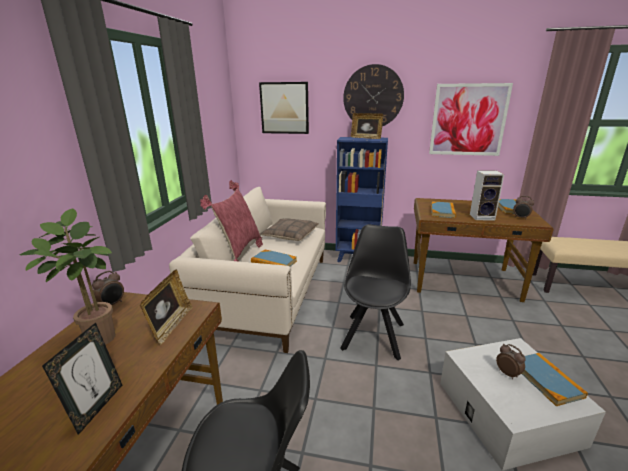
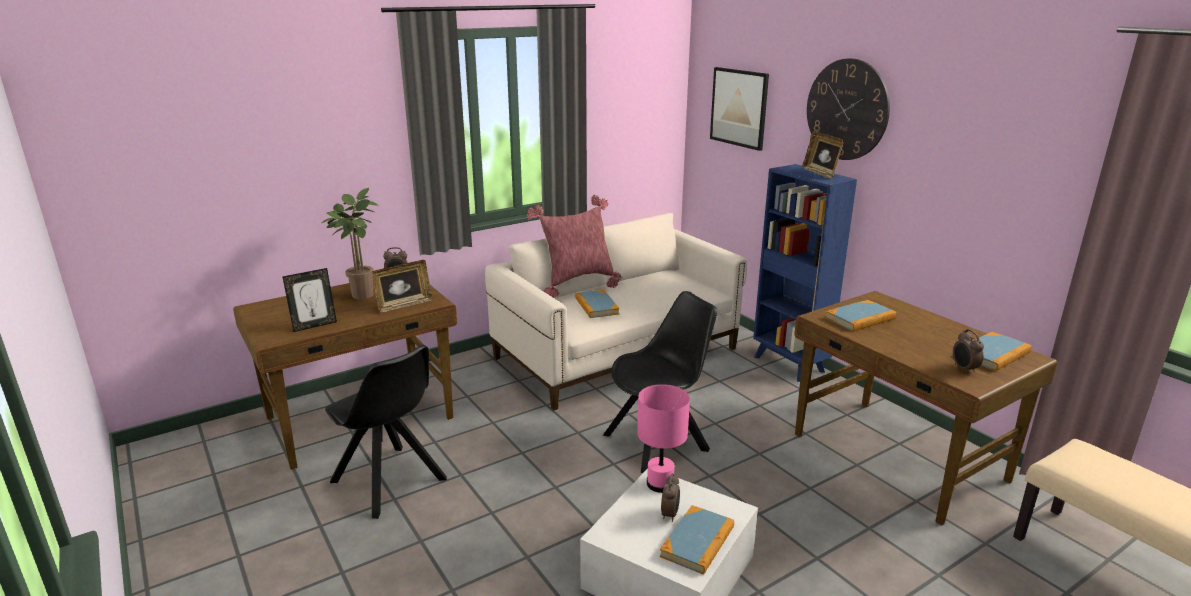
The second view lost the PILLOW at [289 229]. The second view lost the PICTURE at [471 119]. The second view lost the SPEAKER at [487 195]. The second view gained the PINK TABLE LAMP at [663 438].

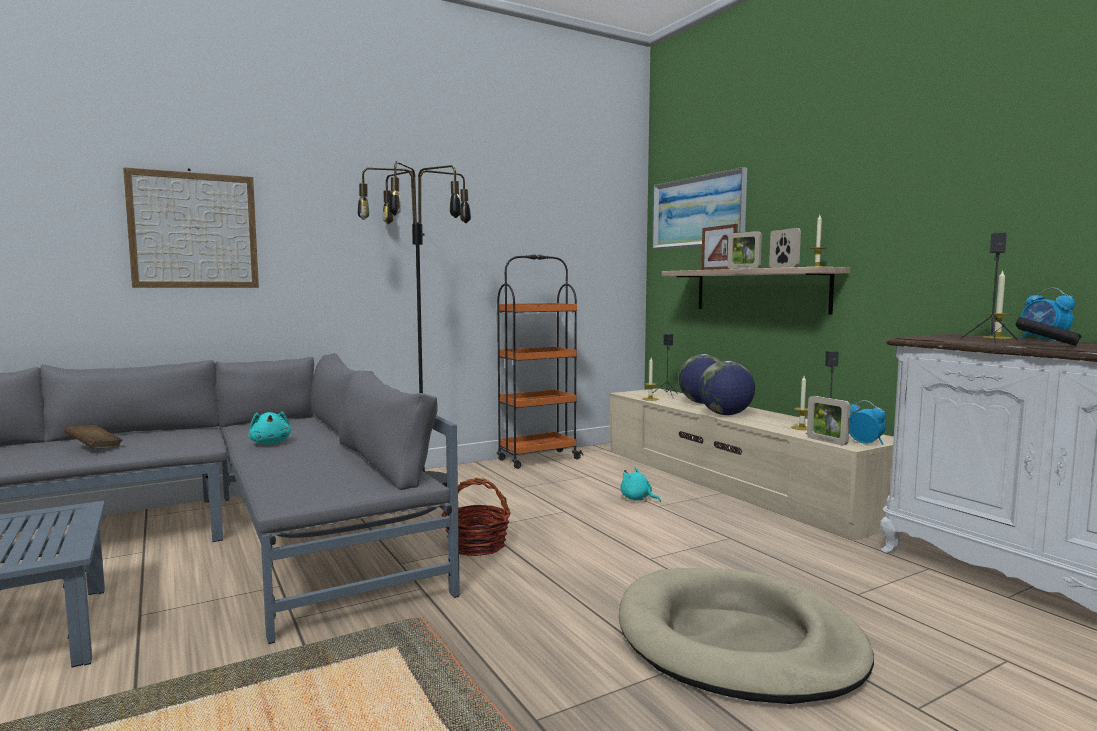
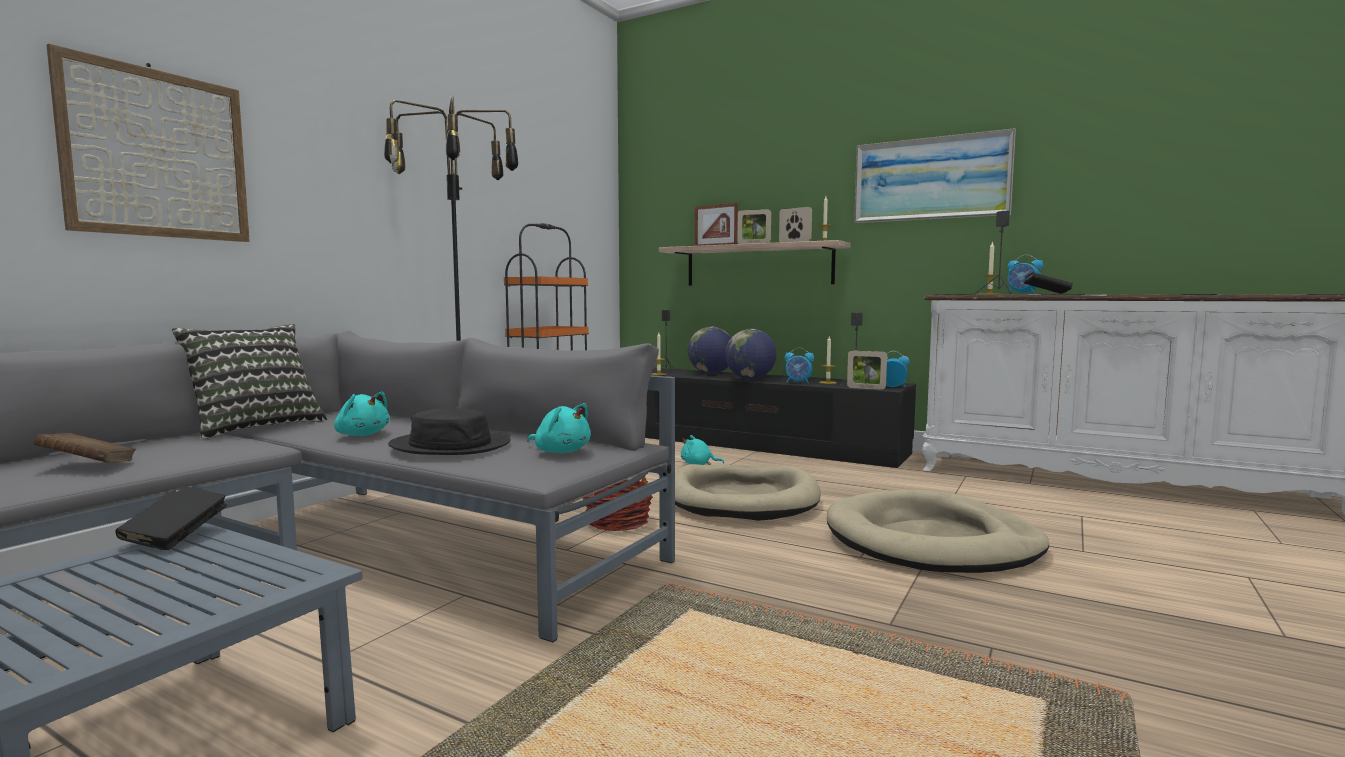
What was the BEIGE TV STAND at [752 464] turned into the BLACK TV STAND at [780 418]. The PICTURE ended up elsewhere, having gone from [699 208] to [935 175]. The second view gained the BLACK BOOK at [171 518]. The second view gained the PILLOW at [249 381]. The second view gained the BLACK HAT at [449 431]. The second view gained the TURQUOISE PLUSH TOY at [559 428]. The second view gained the BEIGE DOG BED at [748 492]. The second view gained the ALARM CLOCK at [799 365].

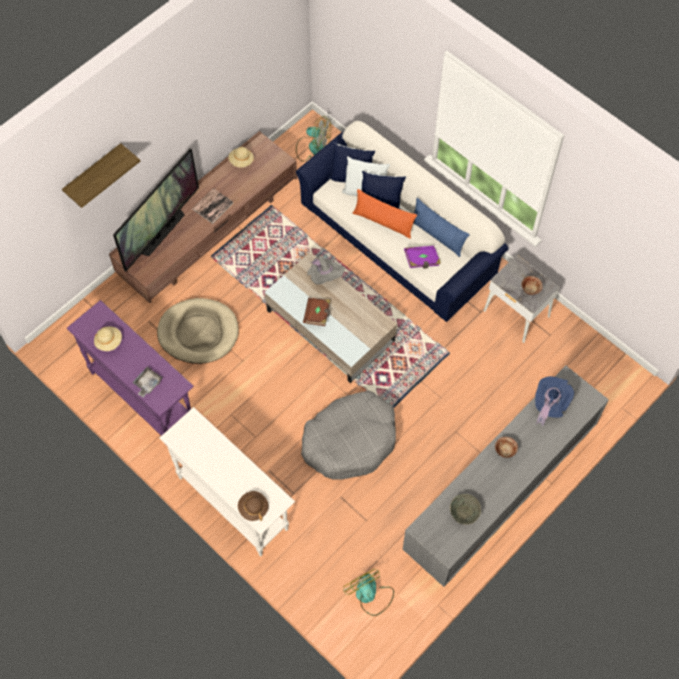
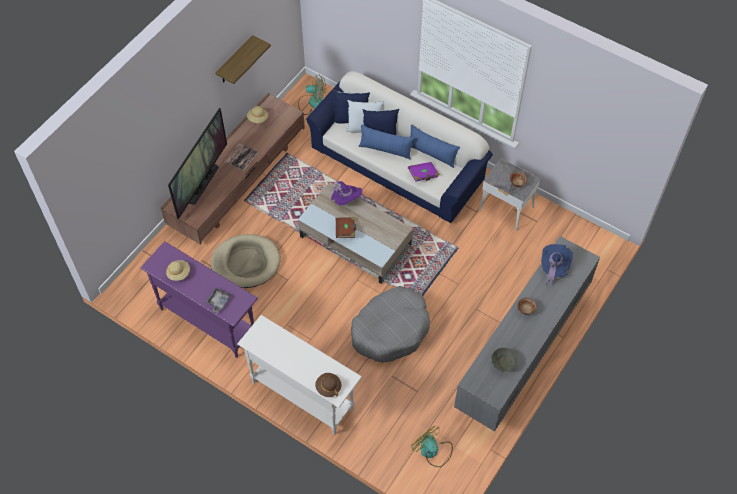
The SHELF ended up elsewhere, having gone from [101 175] to [243 59]. What was the GREY HAT at [325 270] turned into the PURPLE HAT at [346 193]. What was the ORANGE PILLOW at [385 214] turned into the BLUE PILLOW at [386 142].

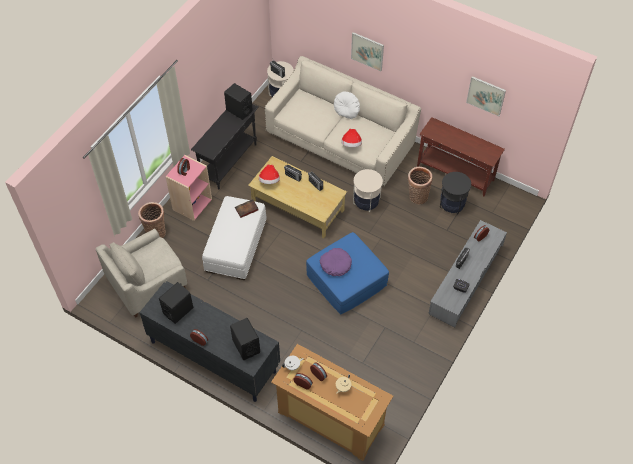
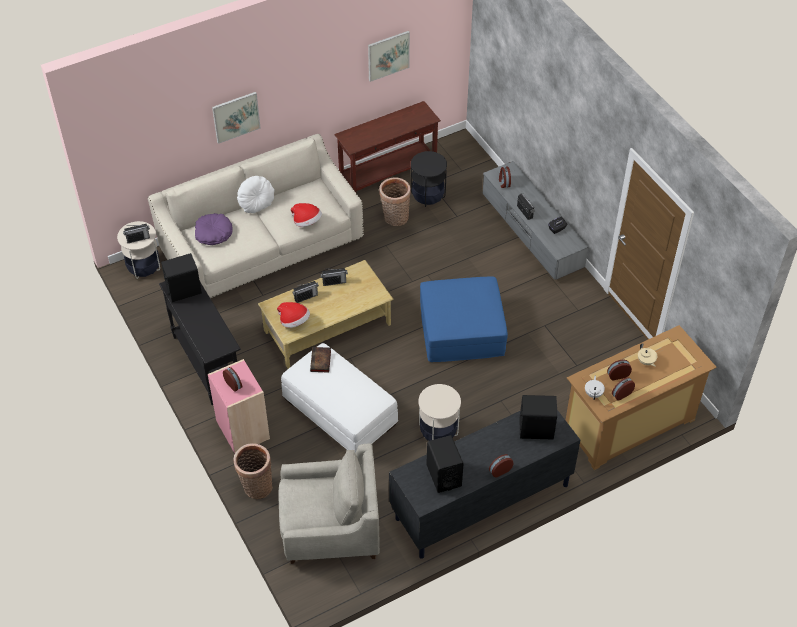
The BEIGE ARMCHAIR at [141 273] ended up facing another way, 90 degrees counterclockwise from before. The PURPLE PILLOW ended up elsewhere, having gone from [336 262] to [214 229]. The BEIGE SIDE TABLE ended up elsewhere, having gone from [368 190] to [439 412].

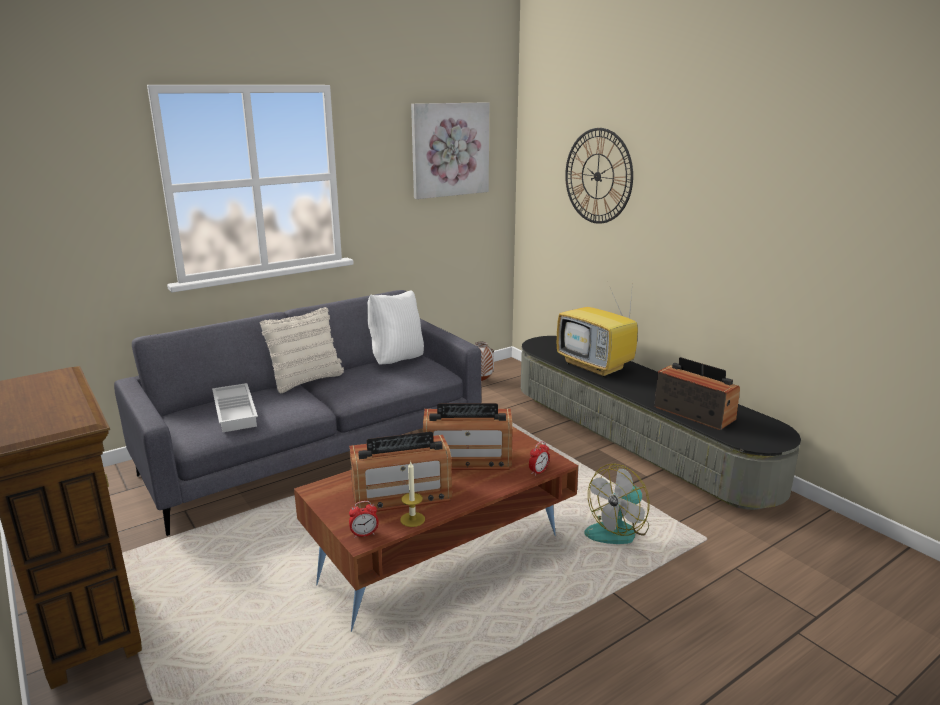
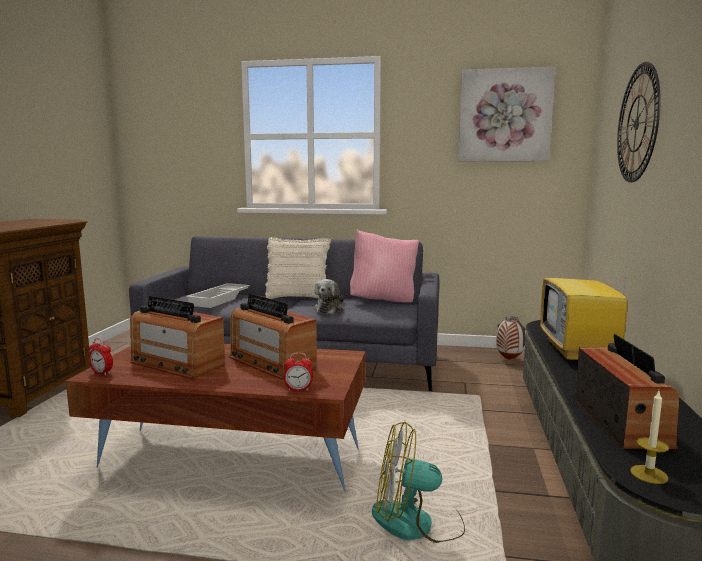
What was the WHITE PILLOW at [395 328] turned into the PINK PILLOW at [384 266]. The CANDLE ended up elsewhere, having gone from [412 493] to [649 437]. The second view gained the PLUSH TOY at [329 296].

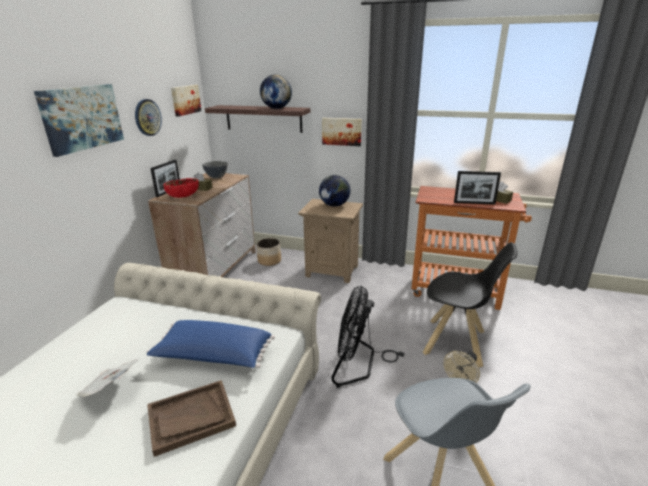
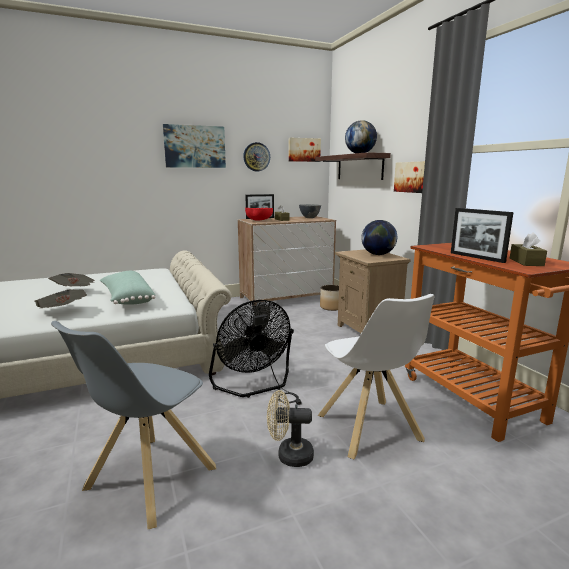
What was the BLUE PILLOW at [211 344] turned into the GREEN PILLOW at [127 288]. Where the BROWN TRAY stood at [191 418], the NEWSPAPER came to stand at [61 298]. What was the BLACK CHAIR at [470 305] turned into the WHITE CHAIR at [376 376].

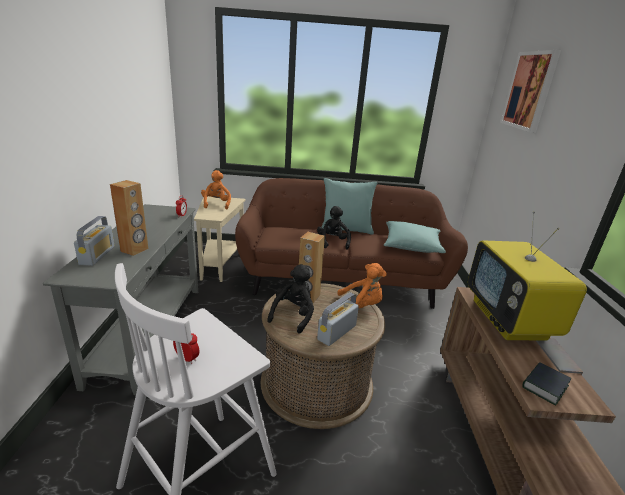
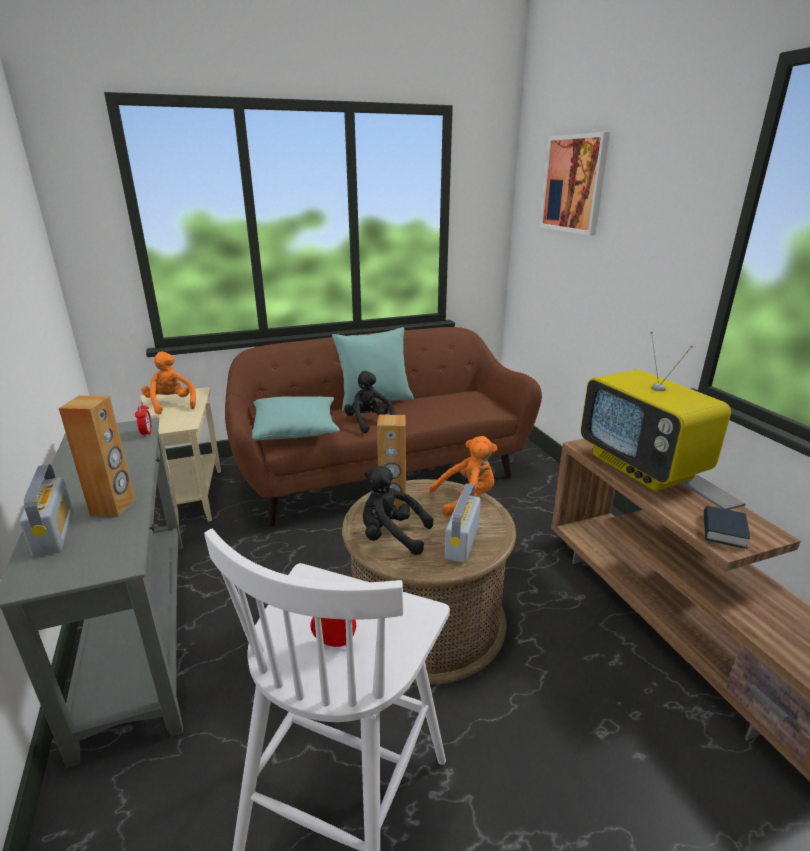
The BLACK PLUSH TOY at [290 299] ended up facing another way, 75 degrees counterclockwise from before. The TURQUOISE PILLOW ended up elsewhere, having gone from [415 237] to [296 418].

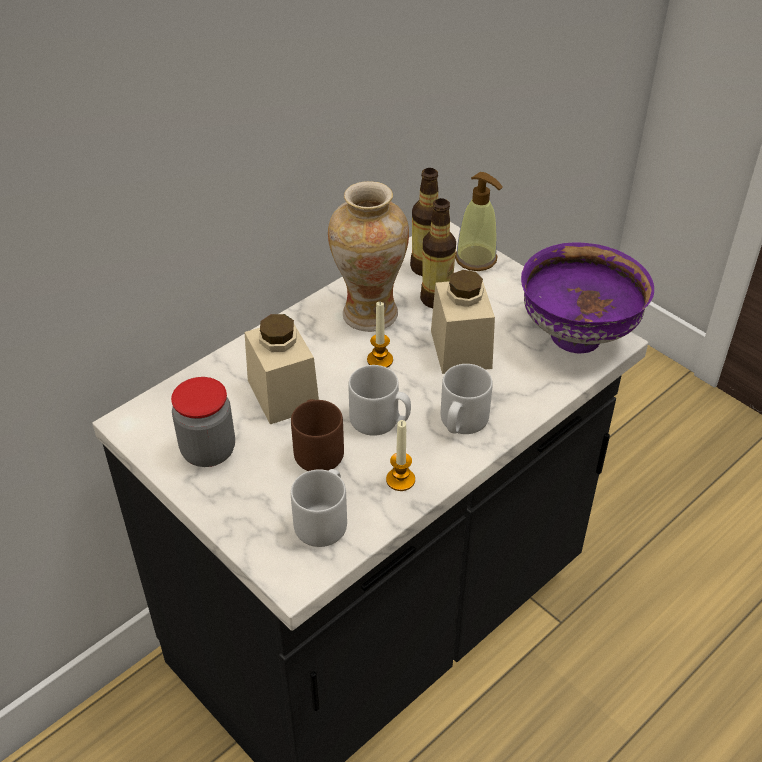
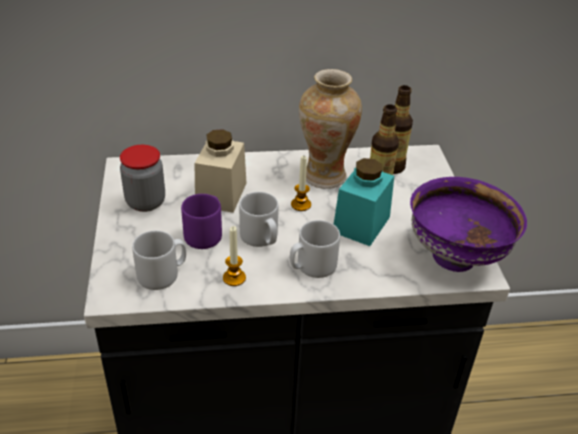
What was the BROWN MUG at [317 435] turned into the PURPLE MUG at [201 221]. What was the BEIGE JAR at [463 322] turned into the TURQUOISE JAR at [364 202]. The second view lost the SOAP DISPENSER at [479 221].

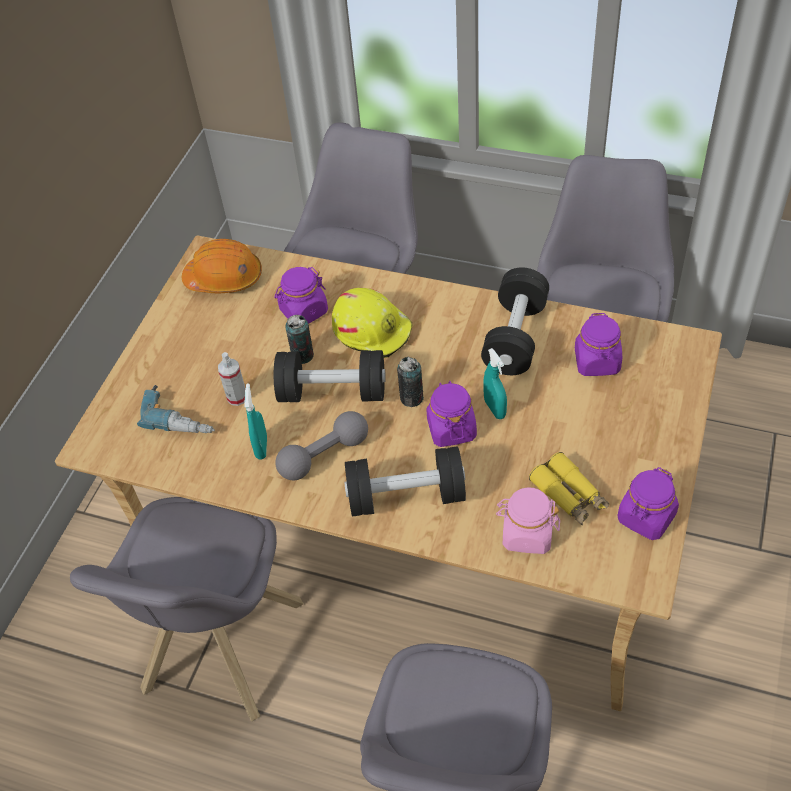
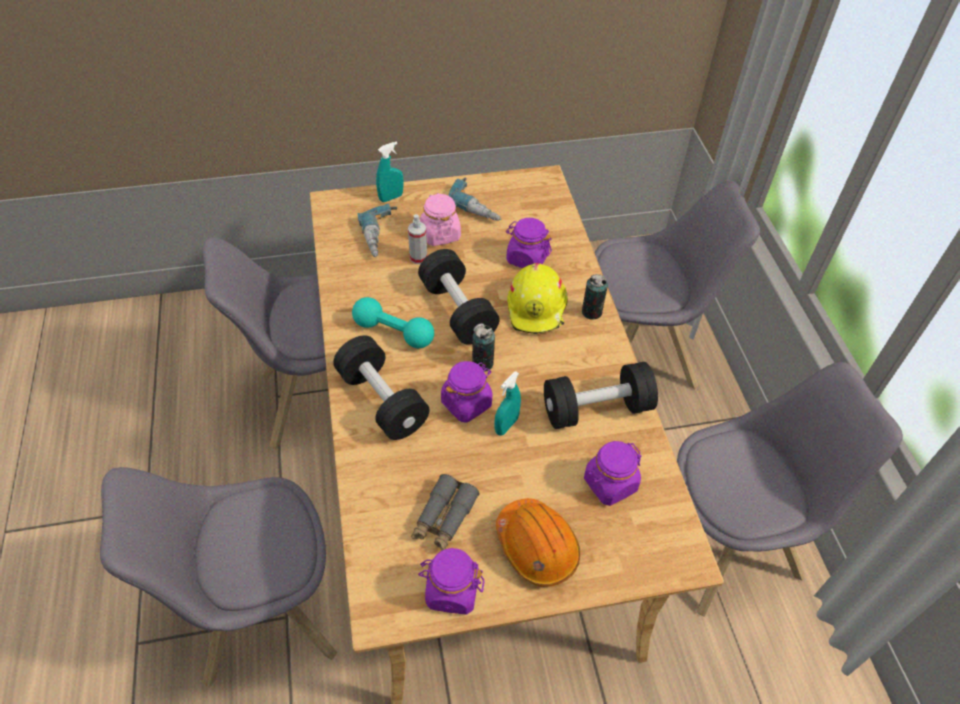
The ORANGE HARD HAT ended up elsewhere, having gone from [222 266] to [538 542]. The TURQUOISE SPRAY BOTTLE ended up elsewhere, having gone from [256 421] to [390 171]. What was the GREY DUMBBELL at [321 445] turned into the TURQUOISE DUMBBELL at [393 322]. The CAN ended up elsewhere, having gone from [299 339] to [595 297]. The PINK JAR ended up elsewhere, having gone from [528 520] to [440 219]. What was the YELLOW BINOCULARS at [569 488] turned into the GREY BINOCULARS at [445 512]. The second view gained the POWER DRILL at [475 199].

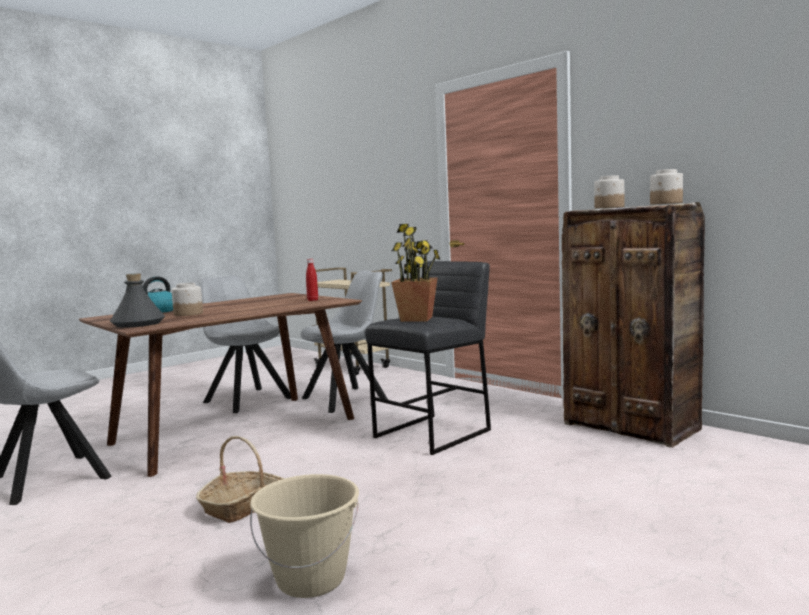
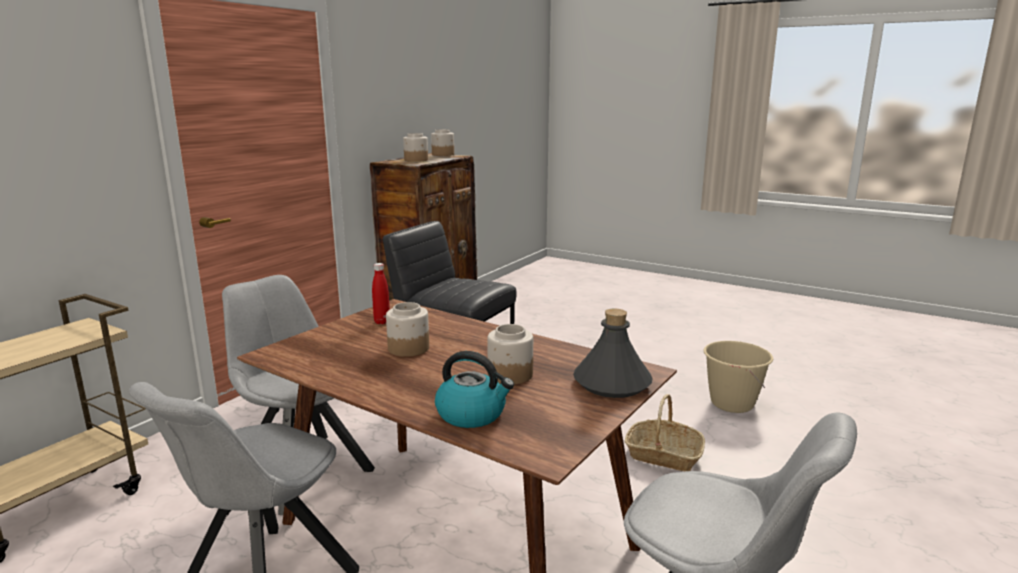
The second view lost the POTTED PLANT at [416 273]. The second view gained the JAR at [407 329].

